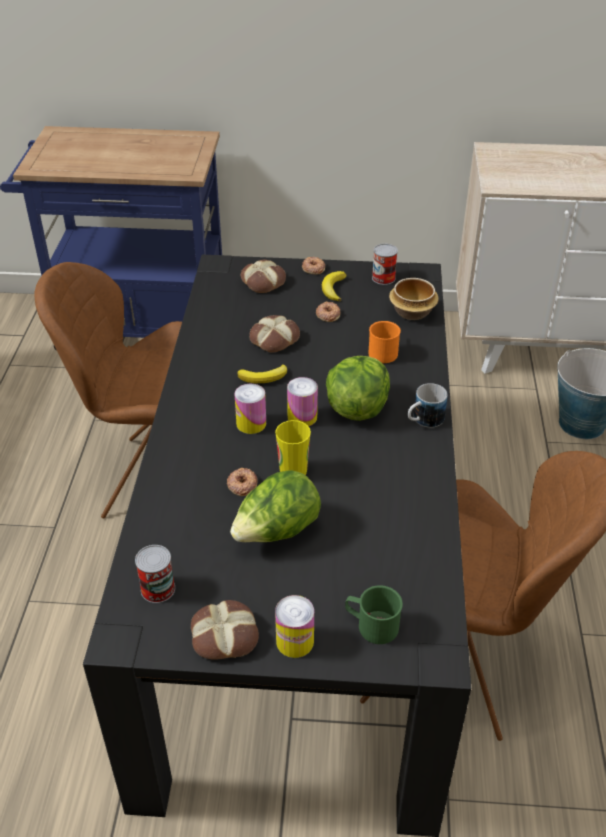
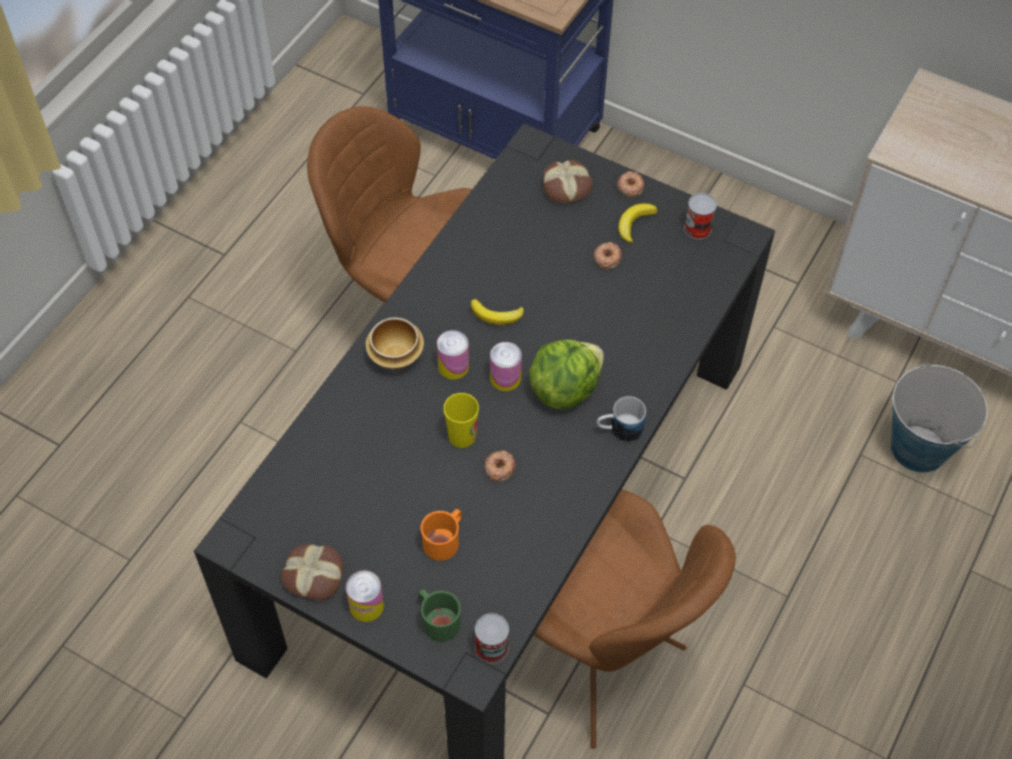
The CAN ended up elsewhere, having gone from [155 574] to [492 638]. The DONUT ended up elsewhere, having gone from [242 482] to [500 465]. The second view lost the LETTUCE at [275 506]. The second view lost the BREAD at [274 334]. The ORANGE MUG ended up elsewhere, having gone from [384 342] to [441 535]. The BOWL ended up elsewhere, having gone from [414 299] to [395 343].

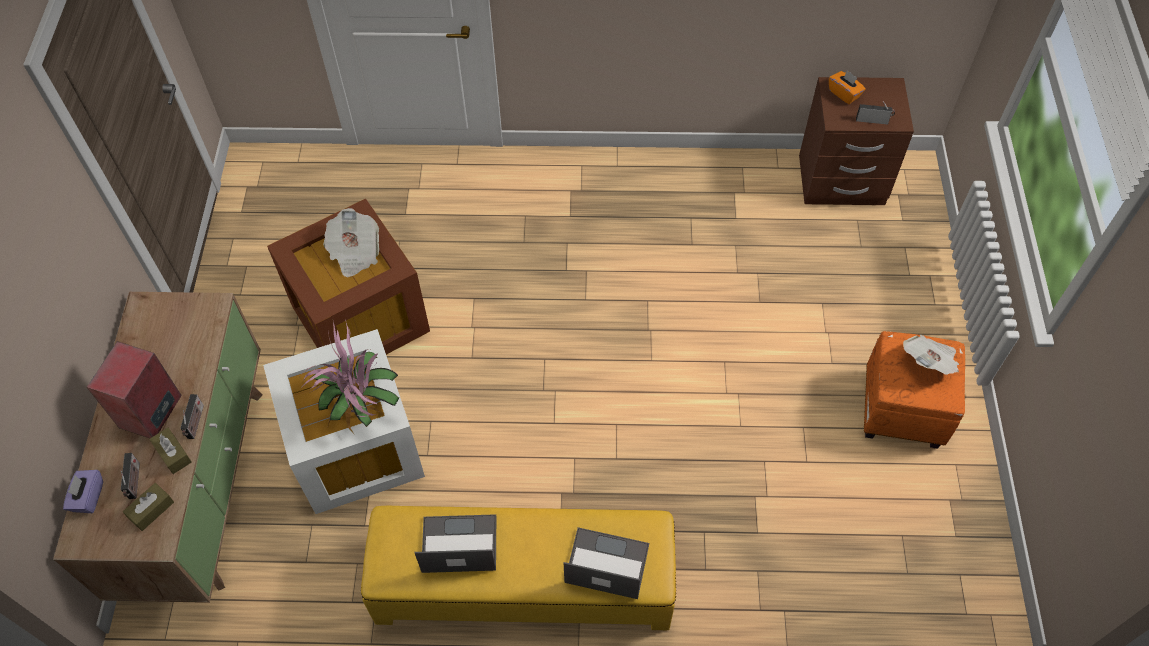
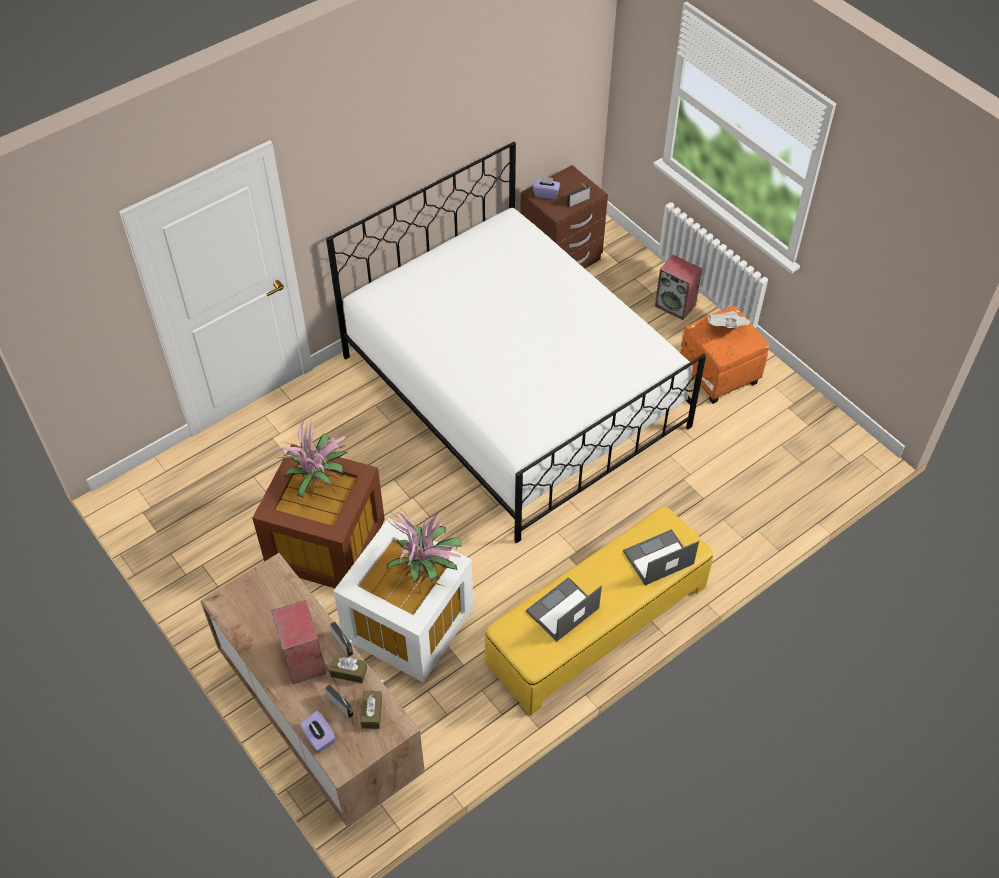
Where the NEWSPAPER stood at [351 242], the POTTED PLANT came to stand at [310 462]. What was the ORANGE TISSUE BOX at [847 87] turned into the PURPLE TISSUE BOX at [546 187]. The second view gained the WHITE BED at [516 343]. The second view gained the SPEAKER at [678 287].

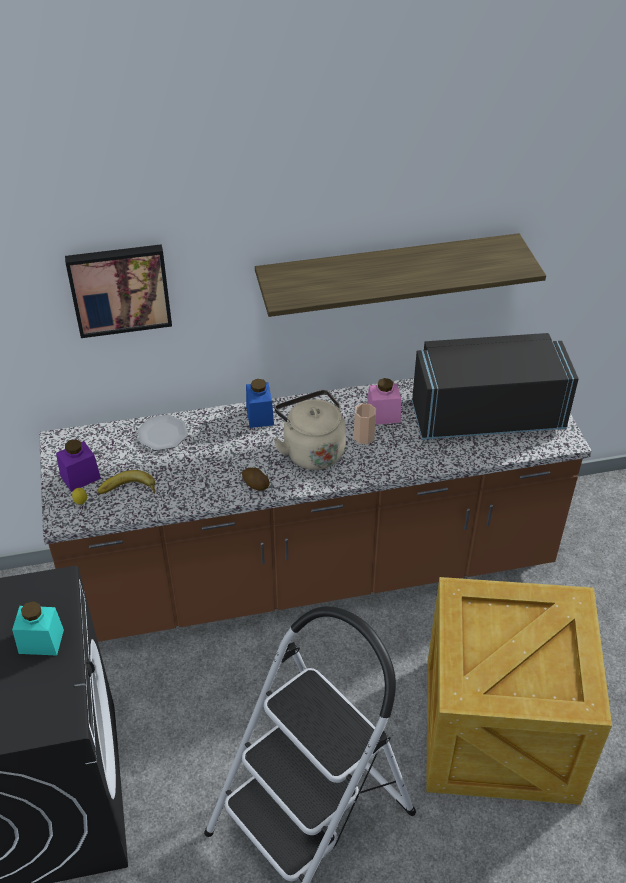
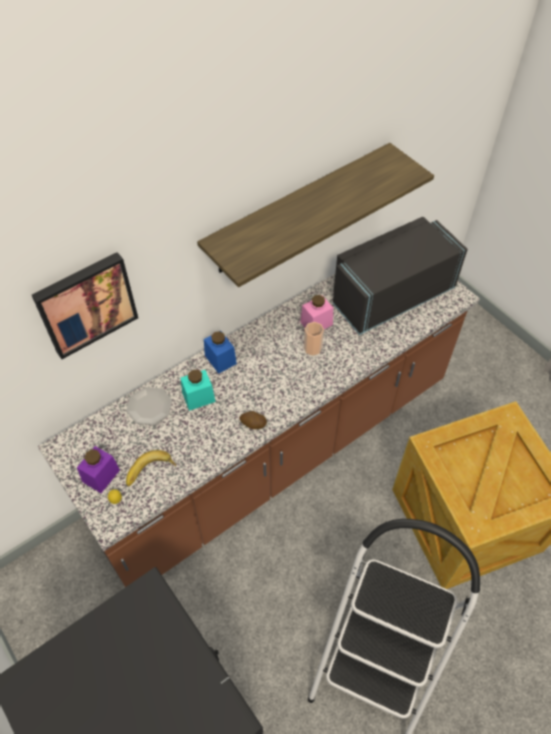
The TURQUOISE JAR ended up elsewhere, having gone from [38 628] to [198 390]. The second view lost the BEIGE KETTLE at [310 430].

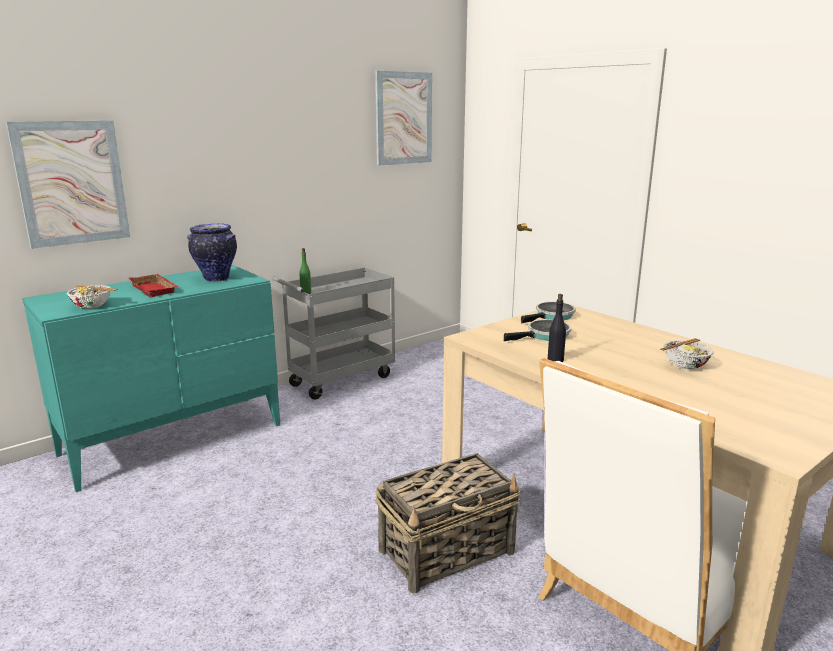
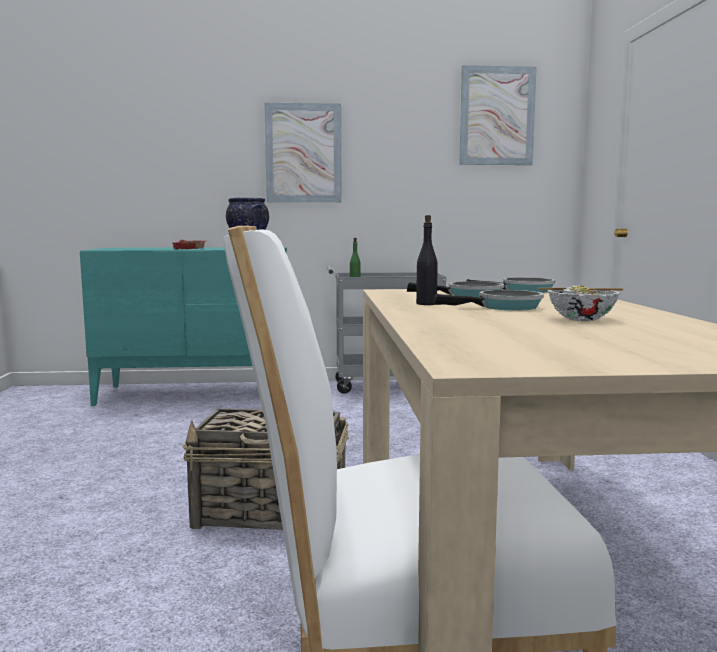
The PICTURE ended up elsewhere, having gone from [68 184] to [303 152]. The second view lost the BOWL at [92 297]. The second view gained the FRYING PAN at [489 300].

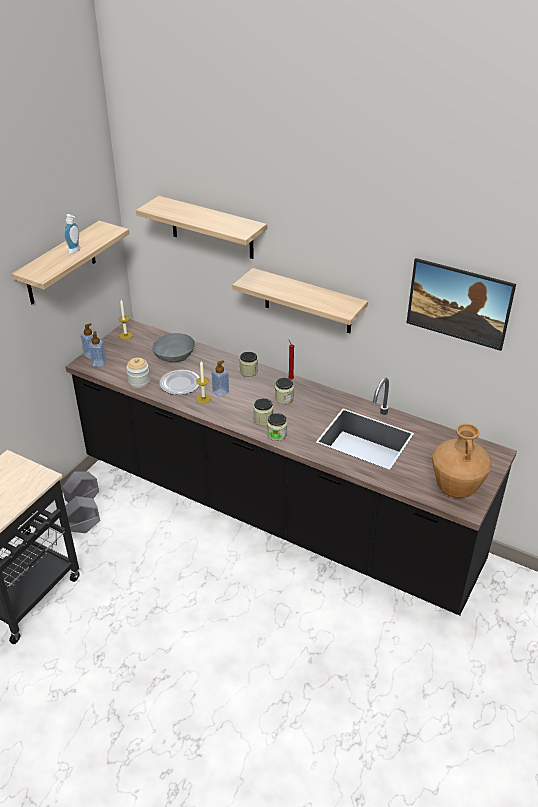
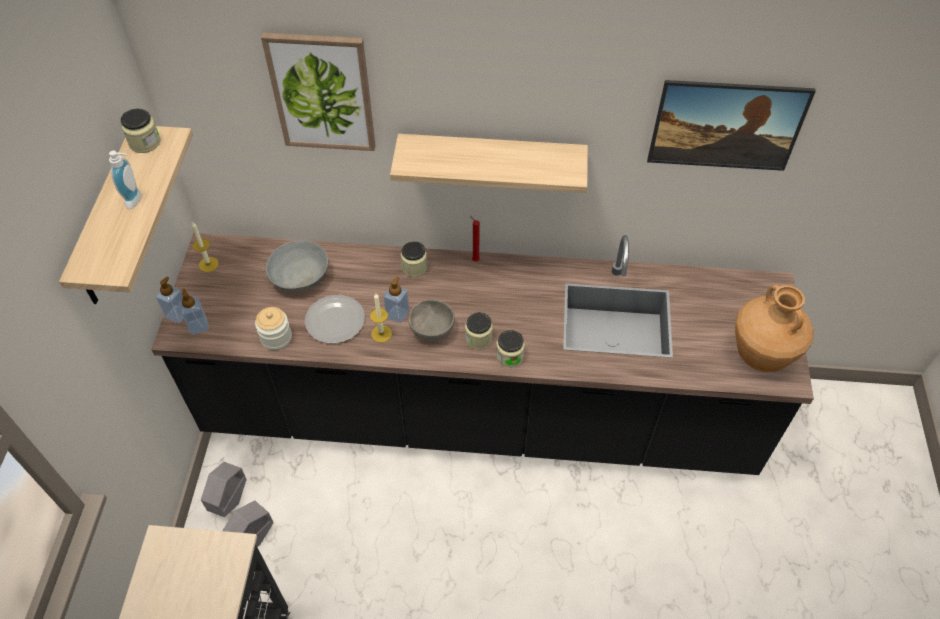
Where the SHELF hung at [201 227], the PICTURE came to hang at [318 92]. The JAR ended up elsewhere, having gone from [284 391] to [141 130]. The second view gained the GREY BOWL at [432 320].

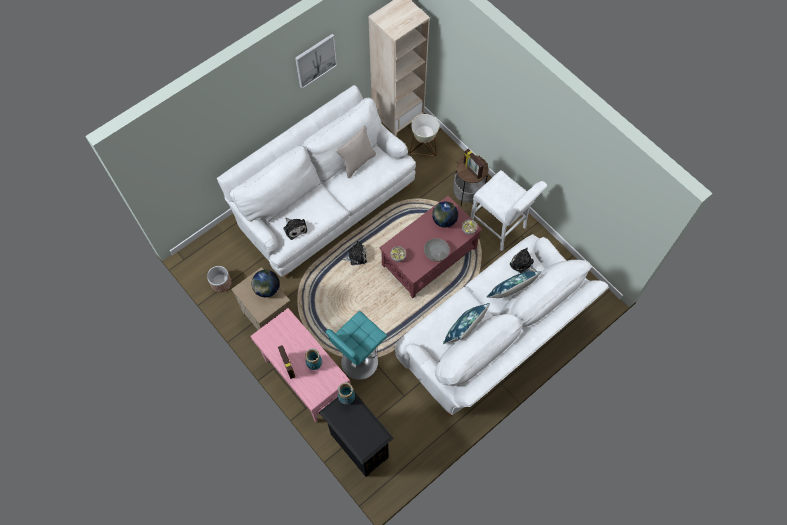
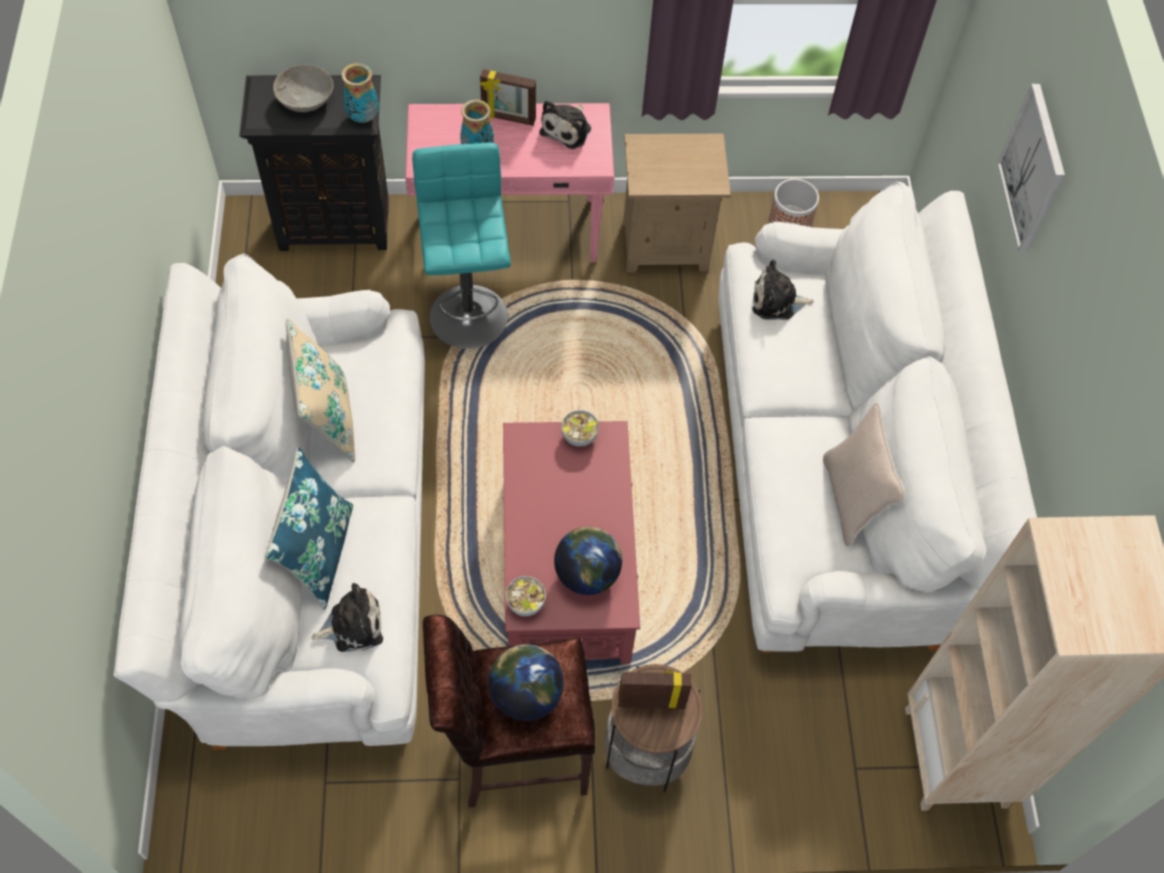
The GLOBE ended up elsewhere, having gone from [266 283] to [526 682]. The PICTURE ended up elsewhere, having gone from [316 61] to [1031 167]. The PLUSH TOY ended up elsewhere, having gone from [354 253] to [565 124]. The second view lost the PLANTER at [424 135]. The GREY BOWL ended up elsewhere, having gone from [437 250] to [303 88]. What was the BLUE PILLOW at [466 323] turned into the BEIGE PILLOW at [320 390]. What was the WHITE STOOL at [508 210] turned into the BROWN STOOL at [509 711].

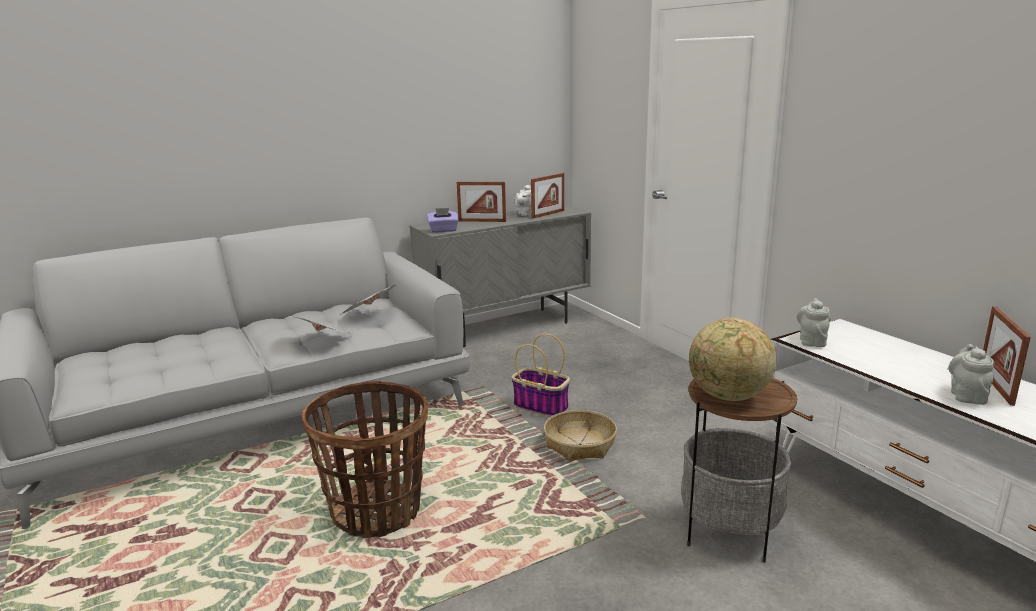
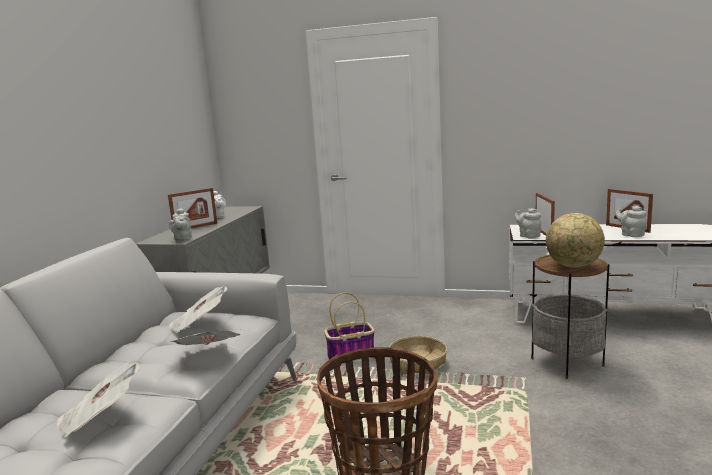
Where the PURPLE TISSUE BOX stood at [443 220], the GREY TEAPOT came to stand at [180 224]. The PICTURE FRAME ended up elsewhere, having gone from [547 195] to [545 214]. The second view gained the NEWSPAPER at [98 400].

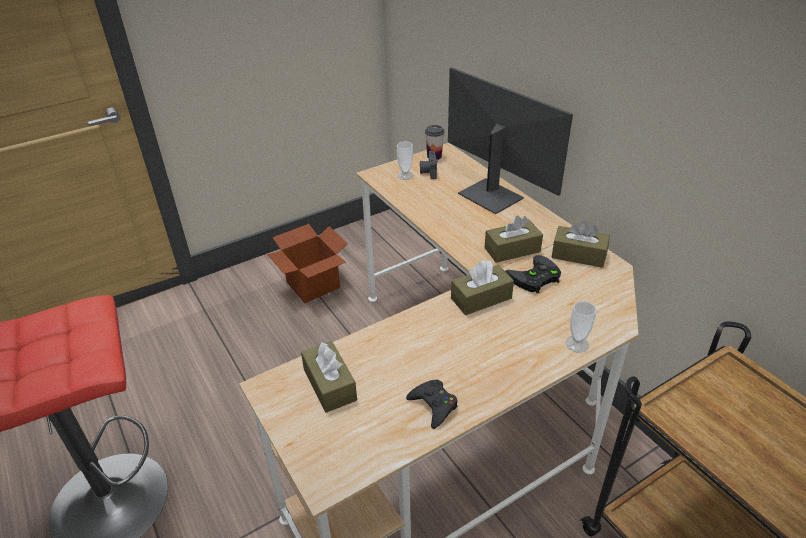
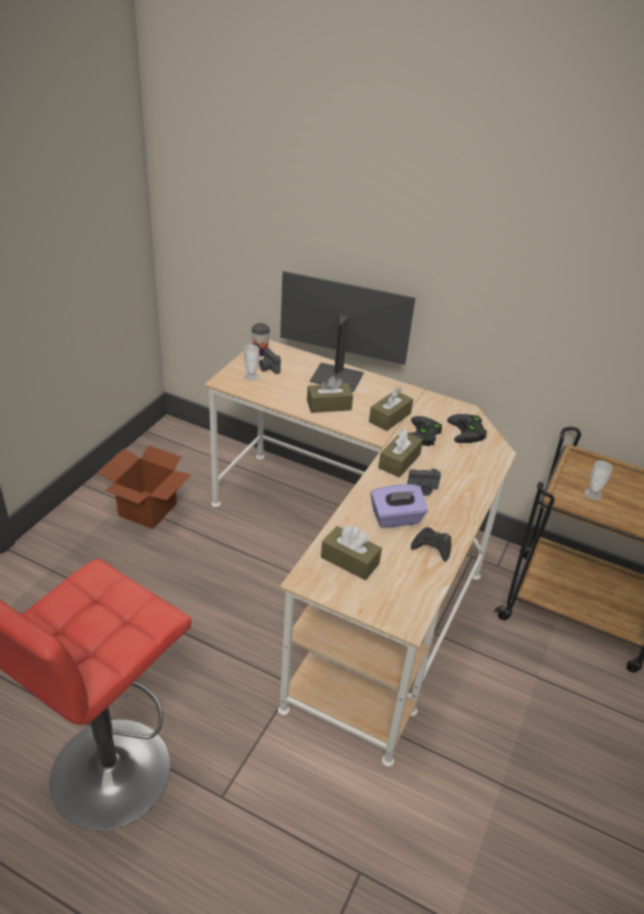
The BROWN TISSUE BOX ended up elsewhere, having gone from [581 244] to [330 394]. The CUP ended up elsewhere, having gone from [581 327] to [598 480]. The second view gained the PURPLE TISSUE BOX at [399 506]. The second view gained the PHOTO CAMERA at [424 482]. The second view gained the BLACK GAME CONTROLLER at [467 428].

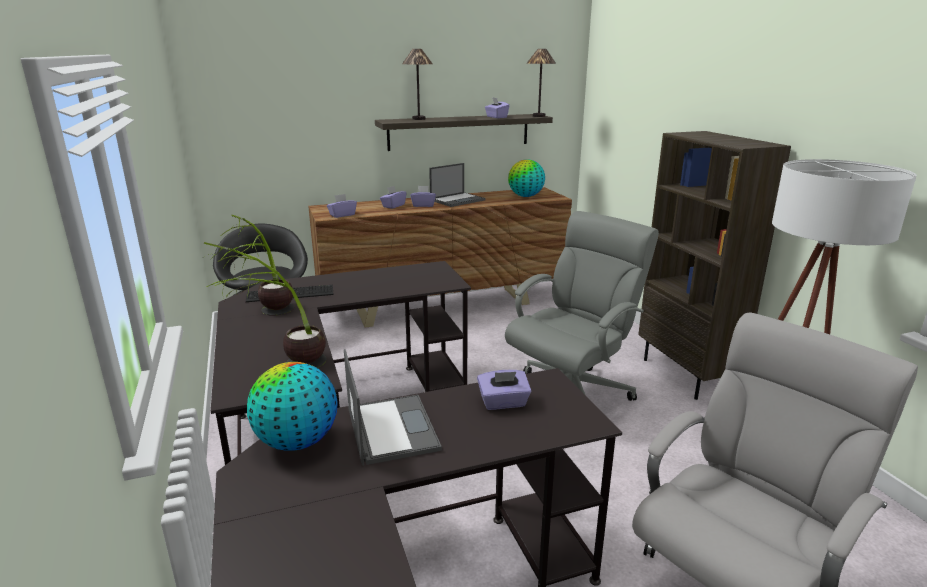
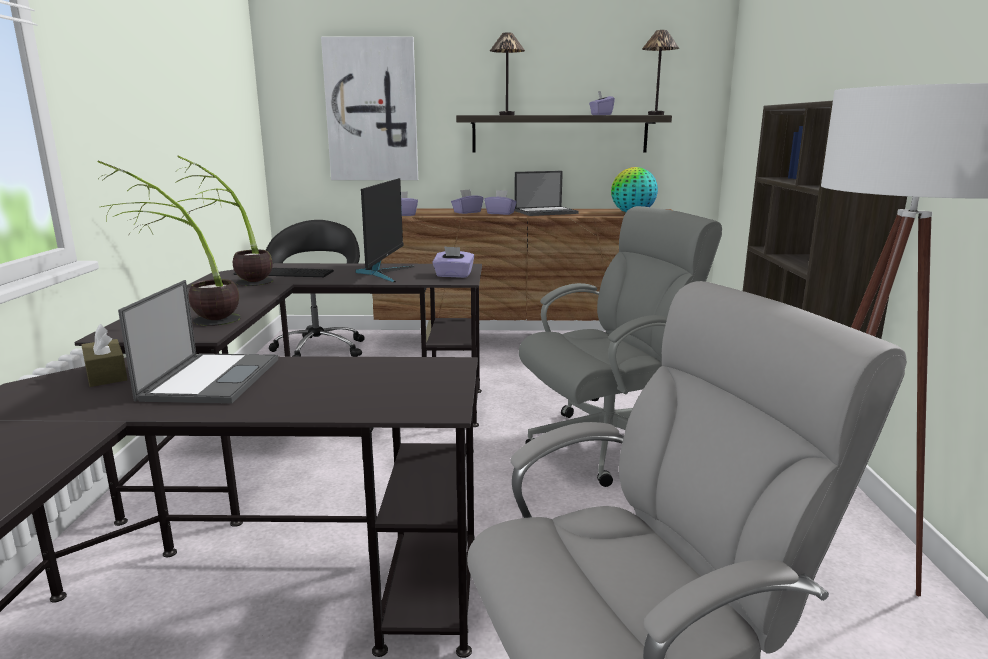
Where the GLOBE stood at [292 406], the BROWN TISSUE BOX came to stand at [105 355]. The PURPLE TISSUE BOX ended up elsewhere, having gone from [504 390] to [453 262]. The second view gained the PICTURE at [369 108]. The second view gained the MONITOR at [384 230].

